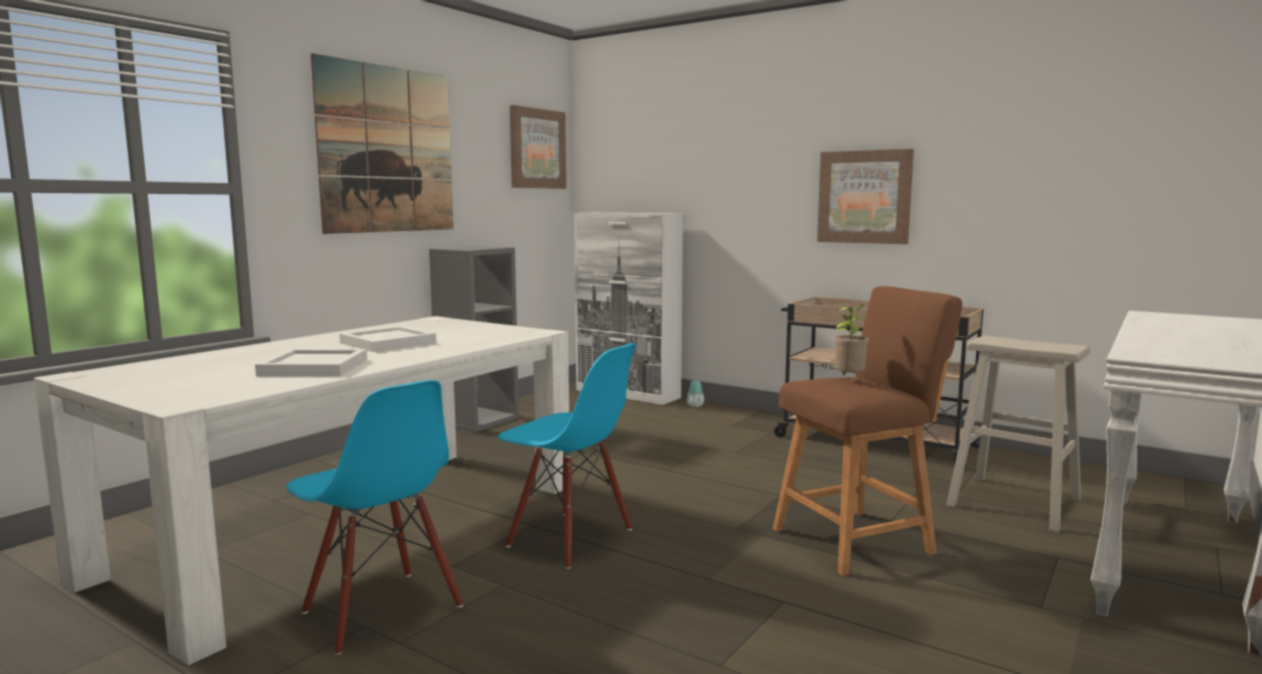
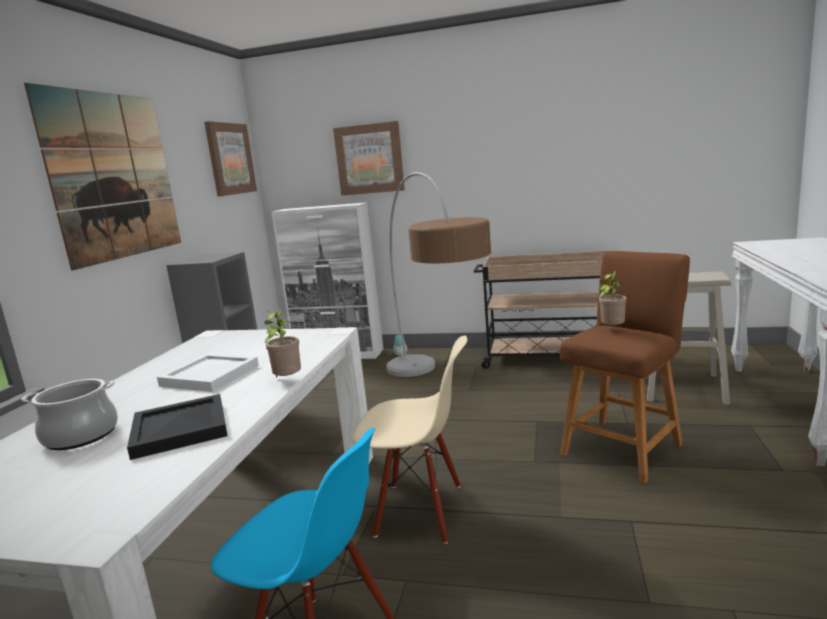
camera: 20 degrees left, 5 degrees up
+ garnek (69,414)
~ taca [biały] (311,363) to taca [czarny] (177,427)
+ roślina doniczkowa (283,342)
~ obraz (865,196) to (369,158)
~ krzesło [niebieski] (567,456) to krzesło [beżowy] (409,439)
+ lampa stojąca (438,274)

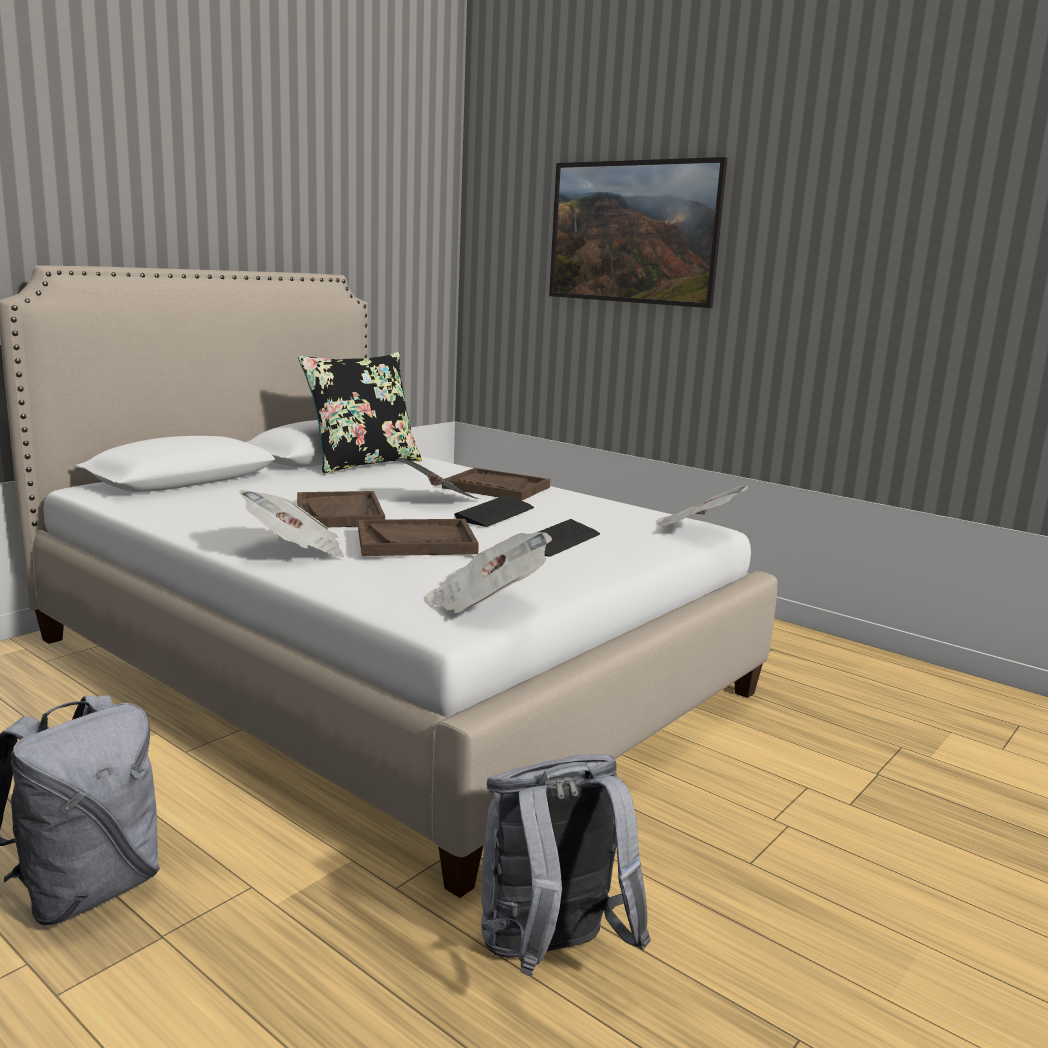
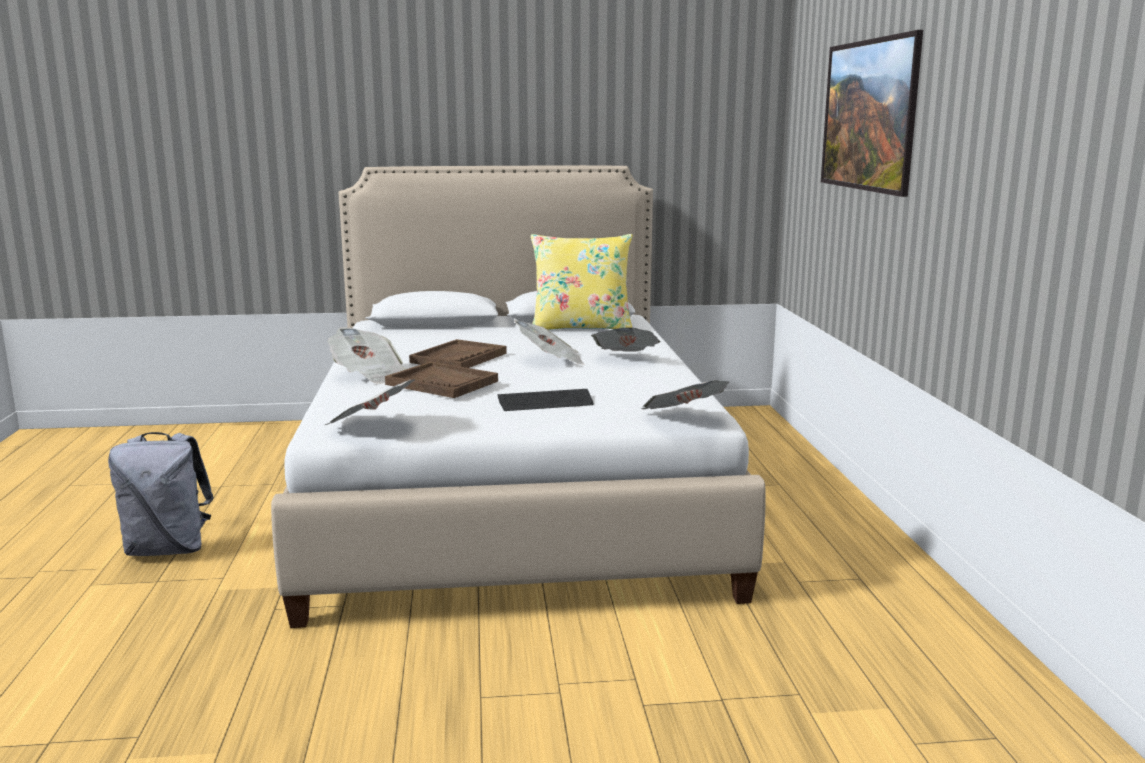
camera: 45 degrees right, 0 degrees up
~ poduszka [czarny] (360,413) to poduszka [żółty] (582,282)
~ taca [brązowy] (496,484) to gazeta (625,339)
- klawiatura (494,511)
- plecak [szary] (566,865)

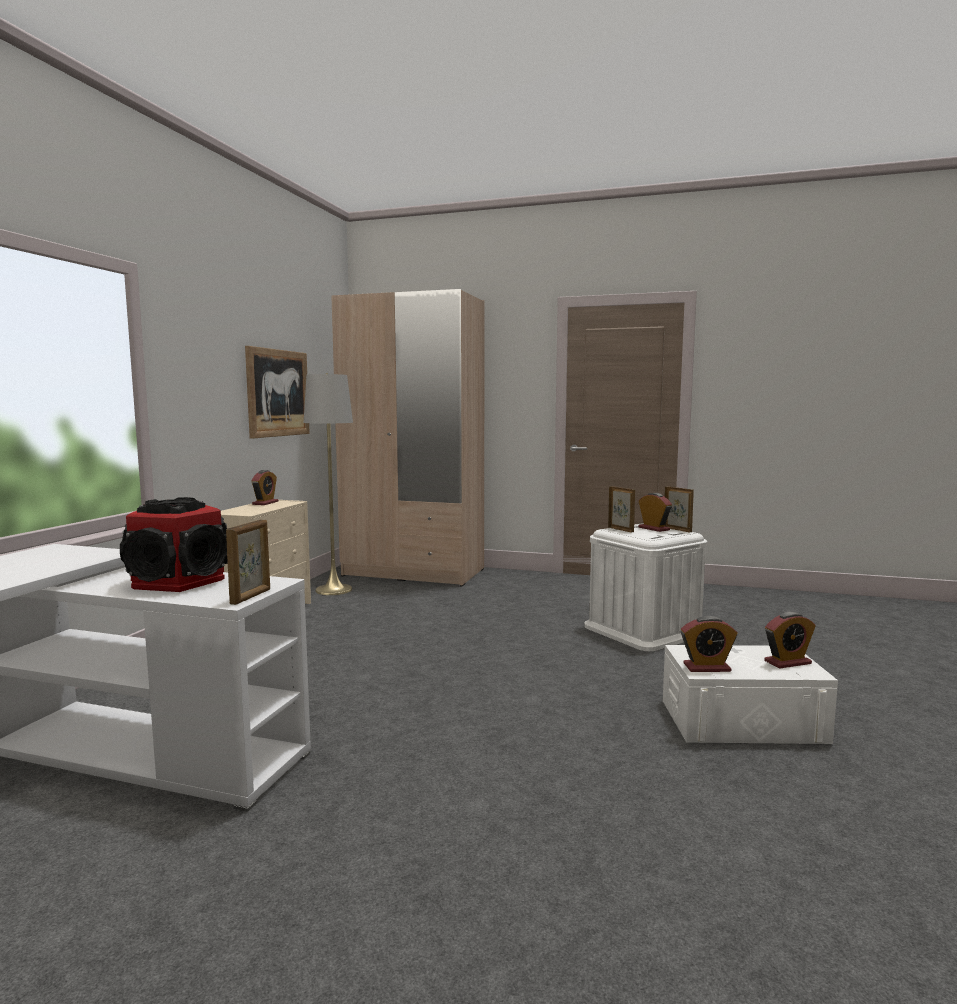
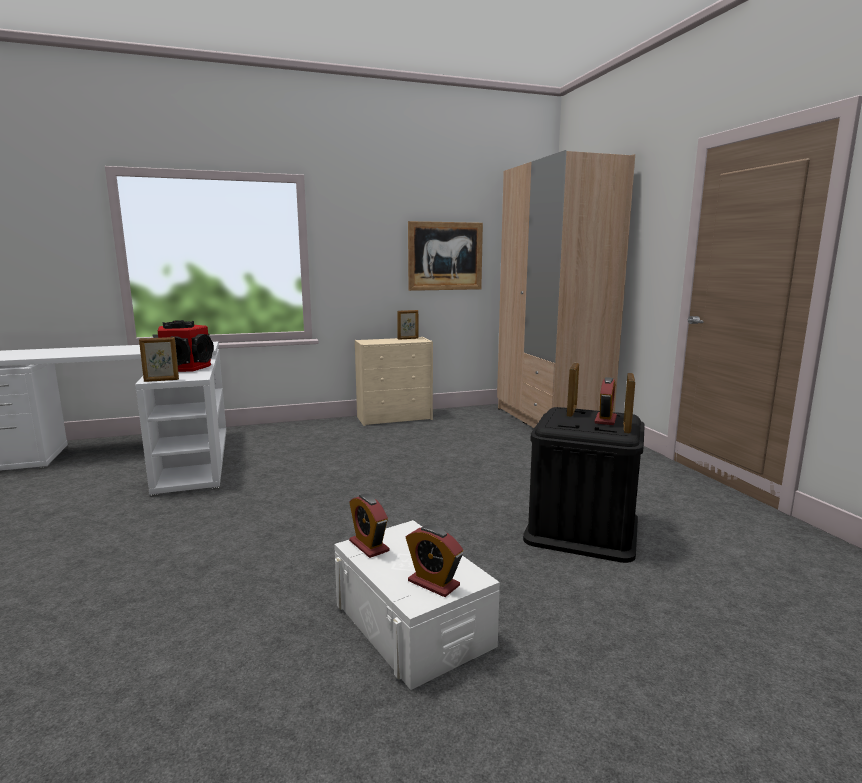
camera: 55 degrees right, 5 degrees up
~ budzik (264,487) to ramka na zdjęcie (407,325)
~ pojemnik do przechowywania [biały] (645,587) to pojemnik do przechowywania [czarny] (584,485)
- lampa stojąca [szary] (328,484)

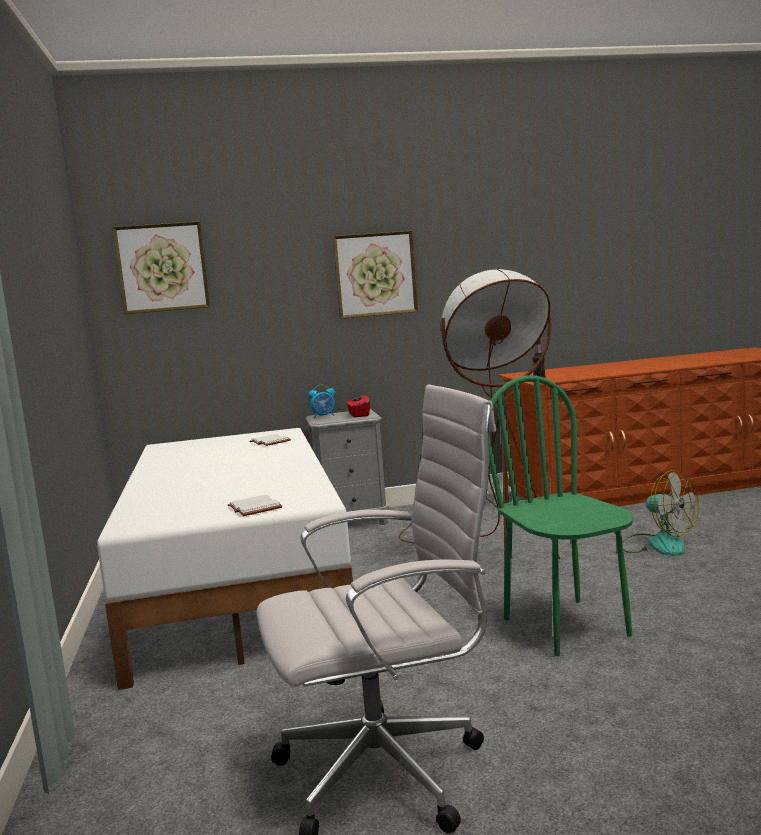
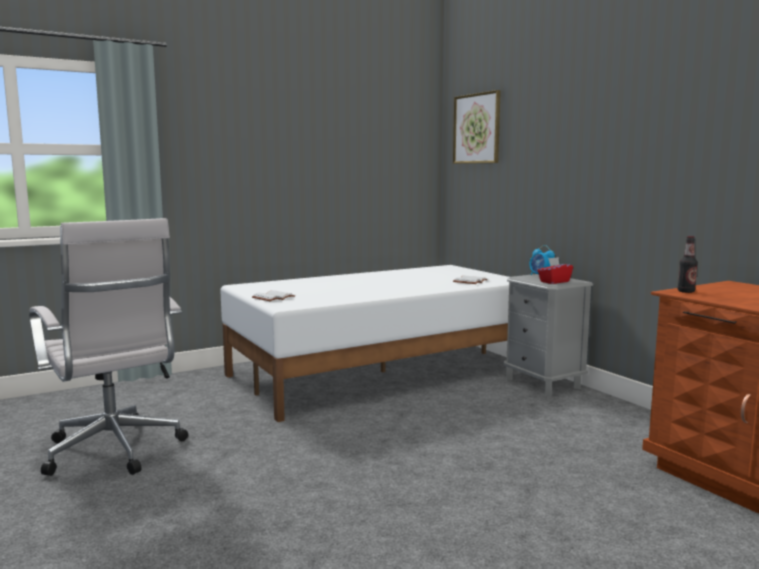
camera: 70 degrees right, 0 degrees up
- obraz (375,275)
- lampa stojąca [brązowy] (479,414)
- krzesło [zielony] (560,516)
- wentylator (660,513)

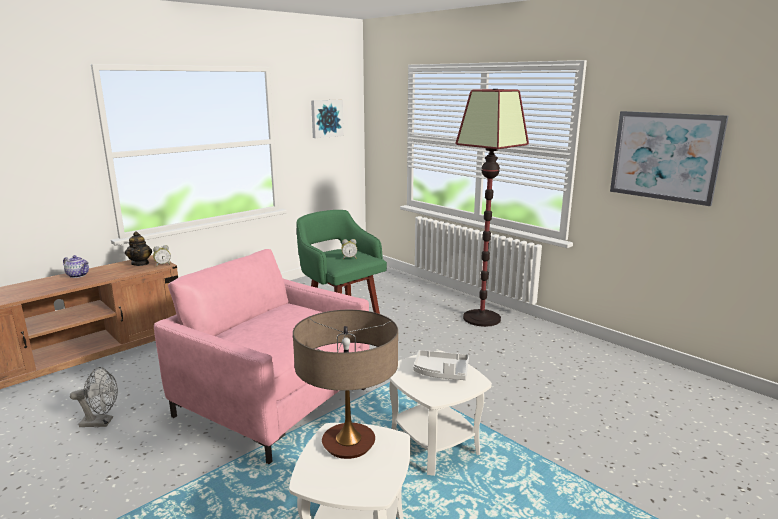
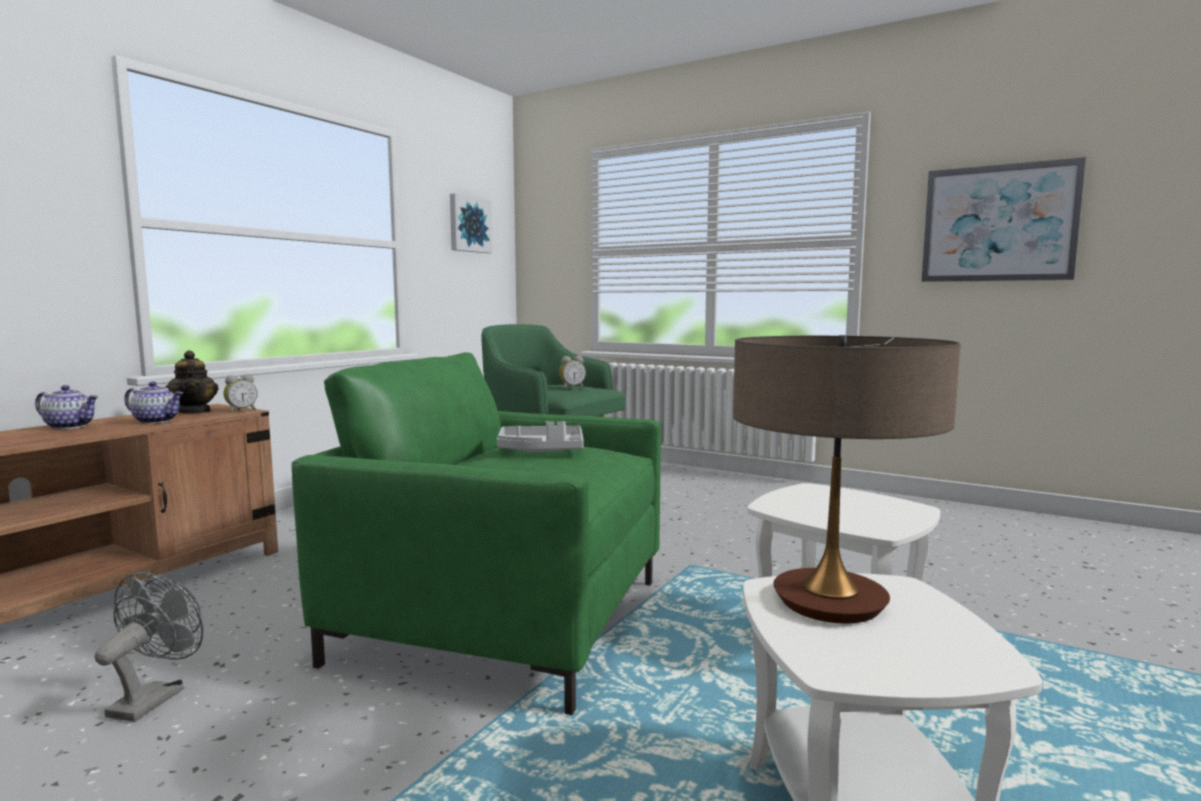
camera: 15 degrees left, 10 degrees down
~ wentylator [szary] (94,397) = (149,647) 60 degrees counterclockwise
+ imbryk (153,403)
~ fotel [różowy] (261,356) to fotel [zielony] (476,533)
~ taca [szary] (441,365) to (540,436)
- lampa stojąca (492,208)

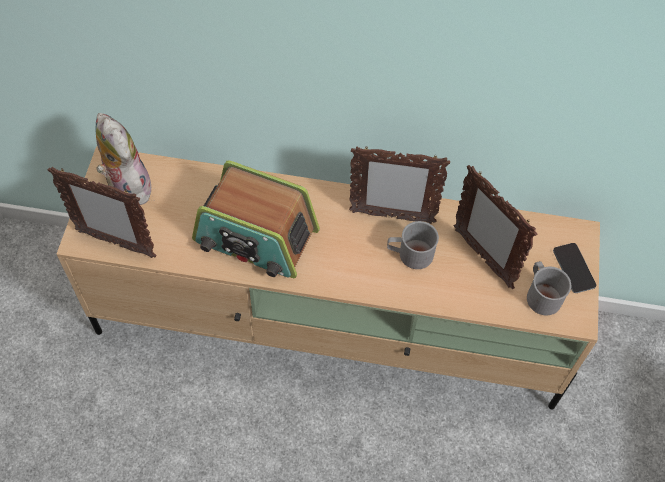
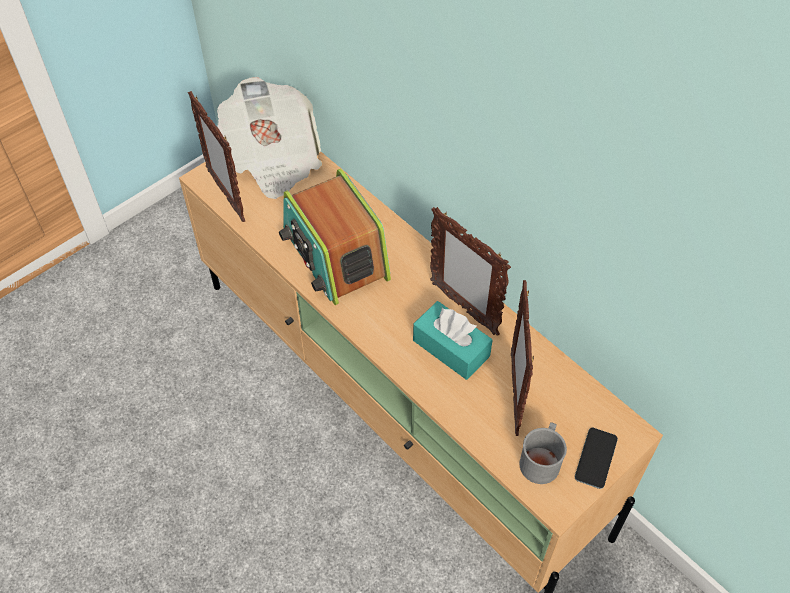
camera: 40 degrees right, 5 degrees down
~ pluszak (123,159) to gazeta (269,138)
~ kubek [szary] (413,245) to pudełko chusteczek [turkusowy] (453,340)

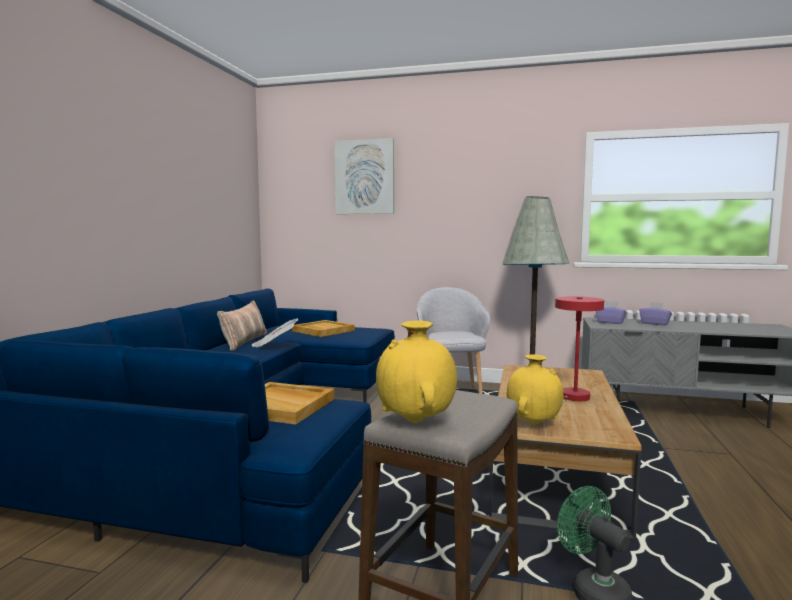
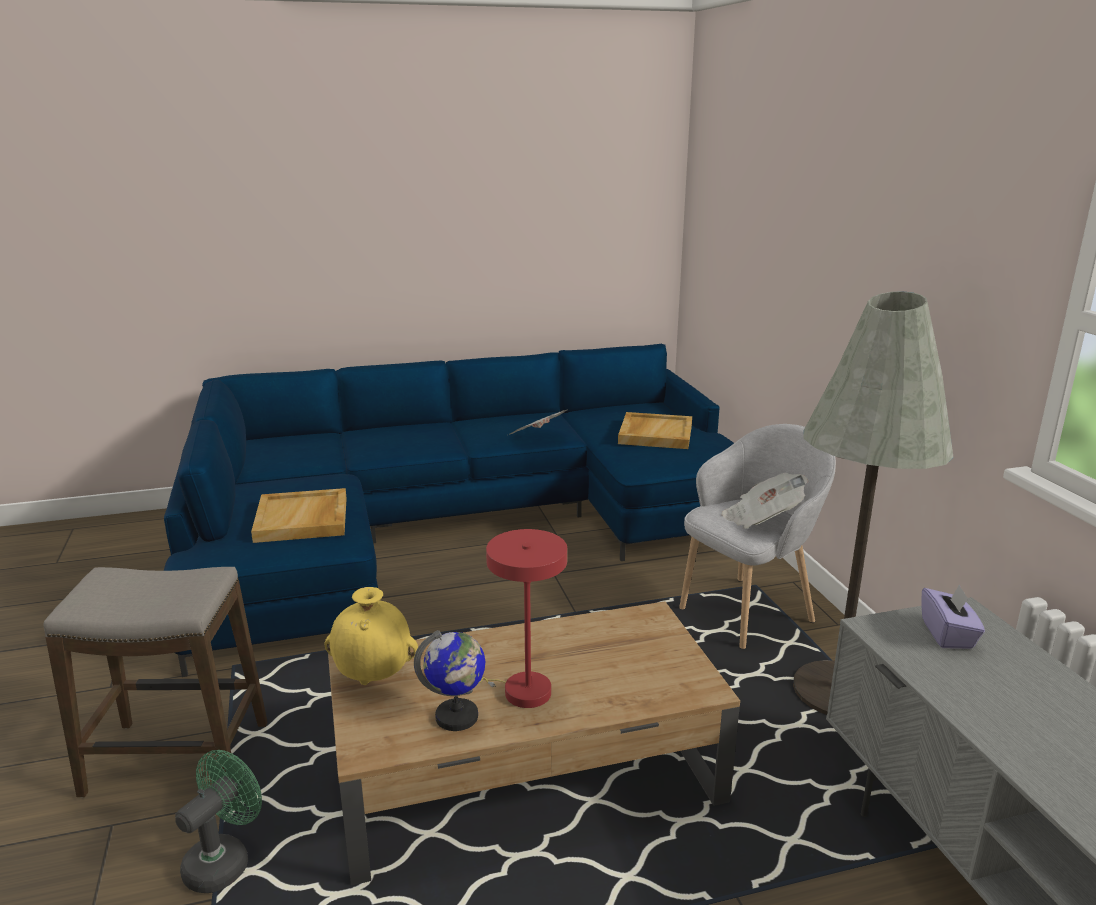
camera: 60 degrees right, 15 degrees up
+ globus (449,680)
+ gazeta (765,500)
- poduszka (242,326)
- obraz (364,176)
- wazon [żółty] (416,372)
- pudełko chusteczek [fioletowy] (655,313)

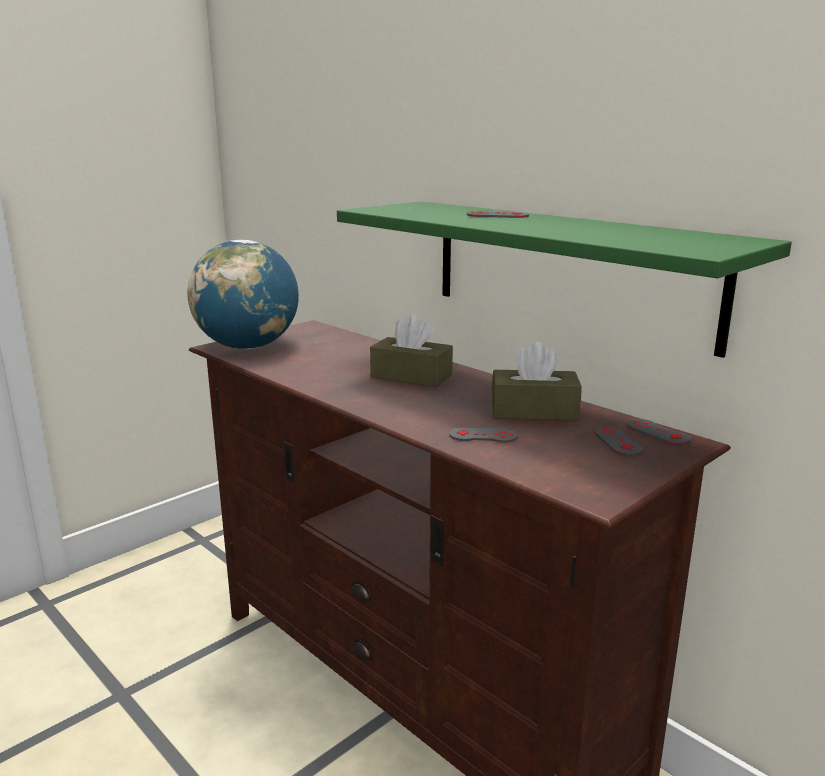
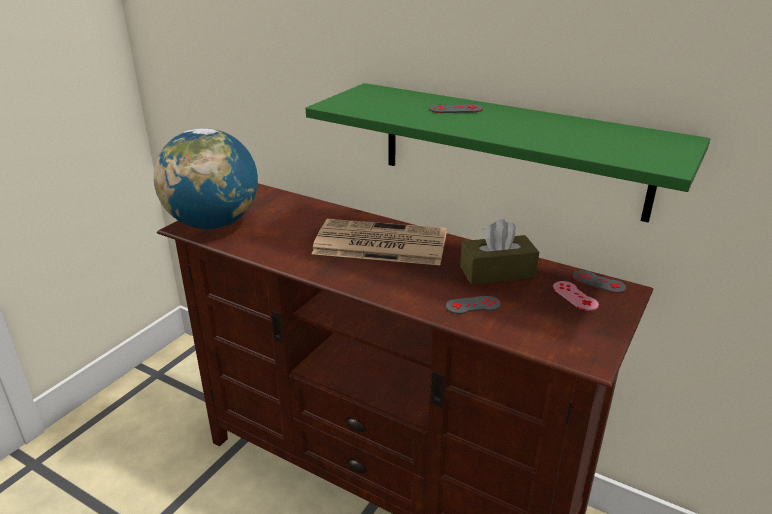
camera: 15 degrees left, 10 degrees up
~ pudełko chusteczek [brązowy] (411,351) to gazeta (379,242)
~ pad do gier [szary] (618,441) to pad do gier [różowy] (576,296)

